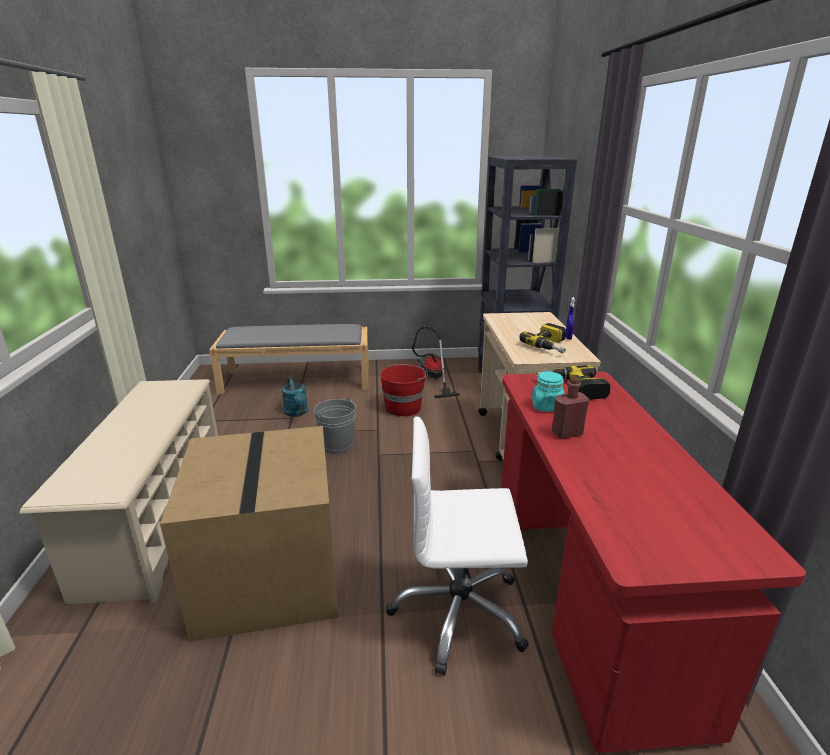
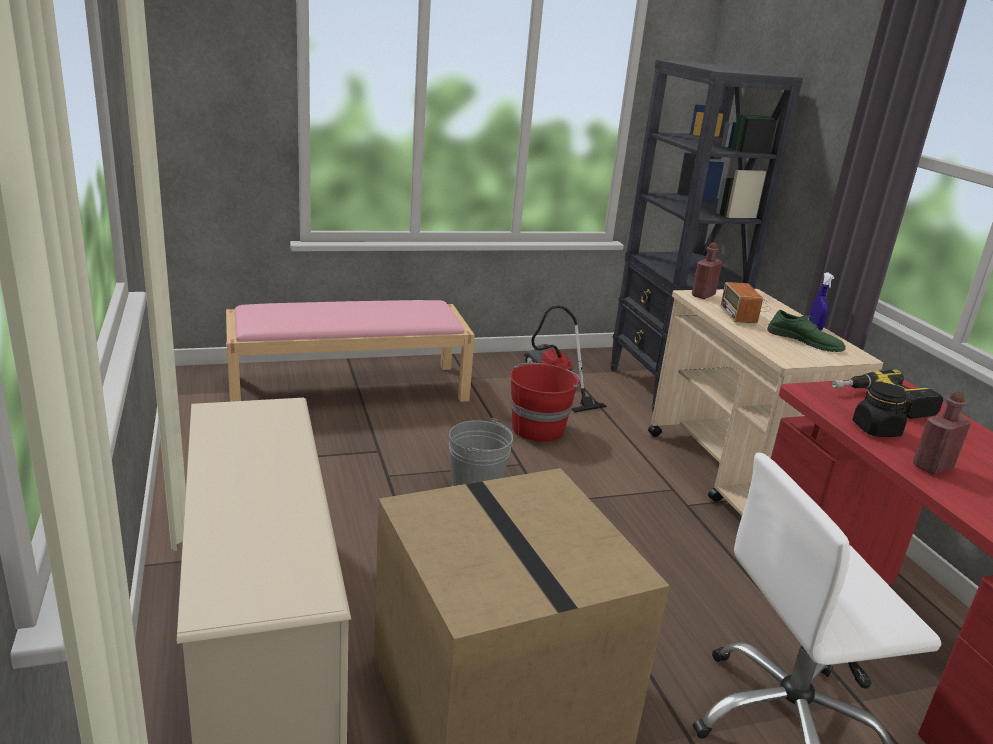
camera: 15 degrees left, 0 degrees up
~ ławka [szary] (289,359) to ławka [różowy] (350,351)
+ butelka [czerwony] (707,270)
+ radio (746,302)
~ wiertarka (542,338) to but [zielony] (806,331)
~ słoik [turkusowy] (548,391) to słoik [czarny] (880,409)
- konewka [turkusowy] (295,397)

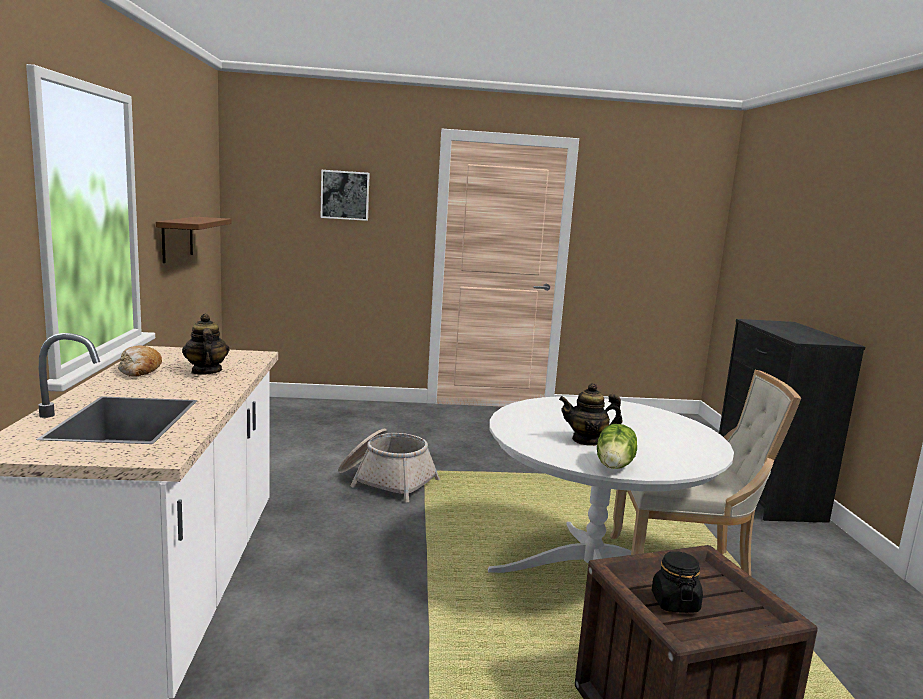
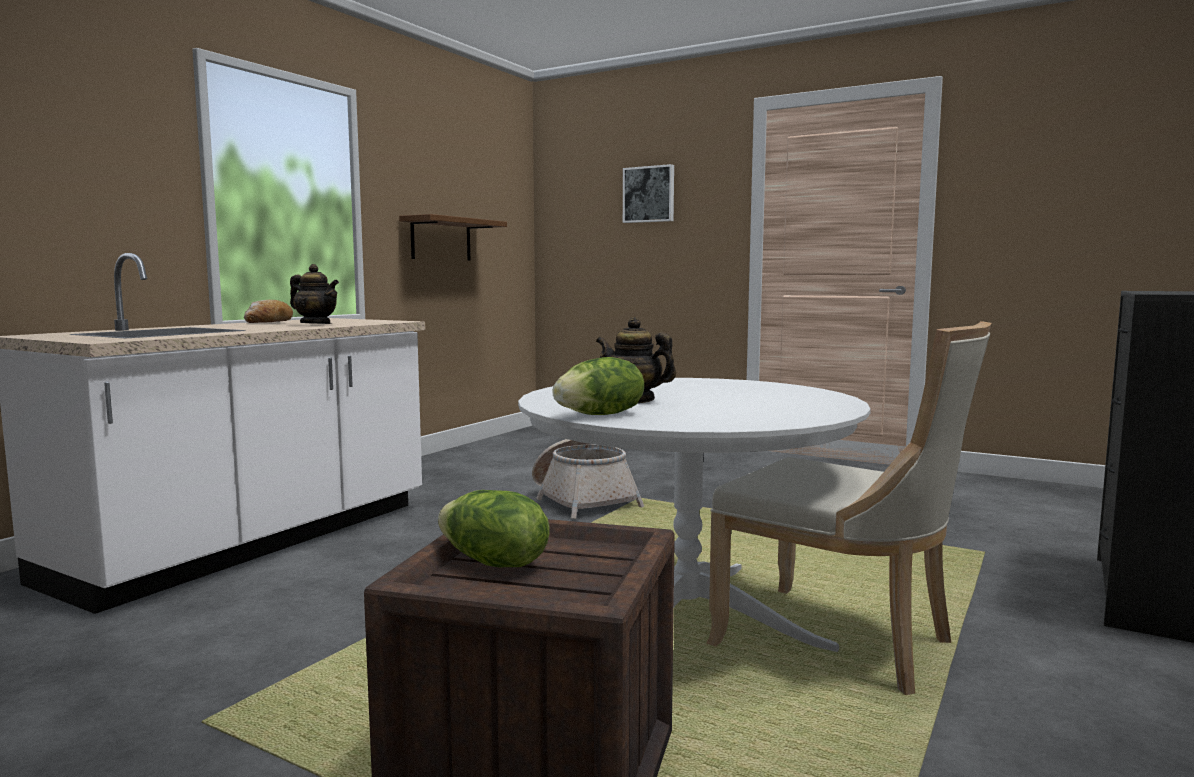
camera: 35 degrees right, 5 degrees down
~ imbryk (206,344) = (314,294) 105 degrees clockwise
~ słoik [czarny] (677,582) to sałata (493,528)

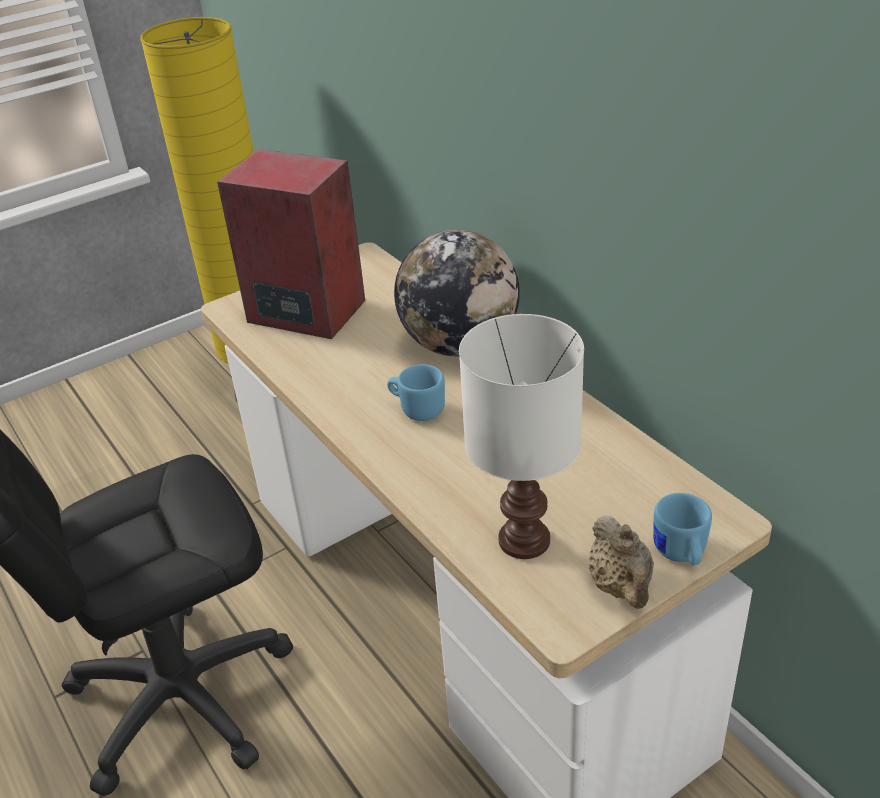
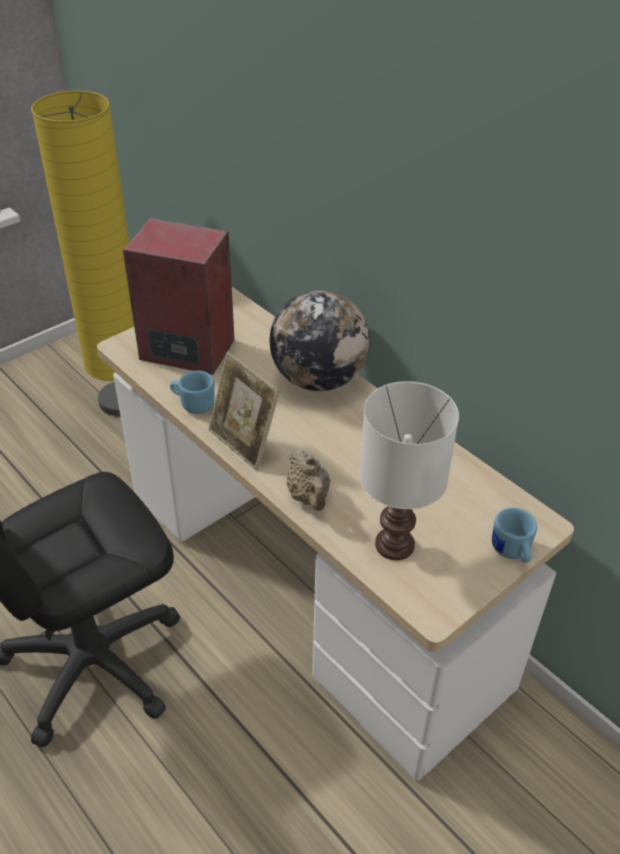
camera: 10 degrees left, 5 degrees up
~ kubek [niebieski] (416,392) to (192,392)
+ ramka na zdjęcie (244,411)
~ imbryk [beżowy] (621,562) to (308,480)

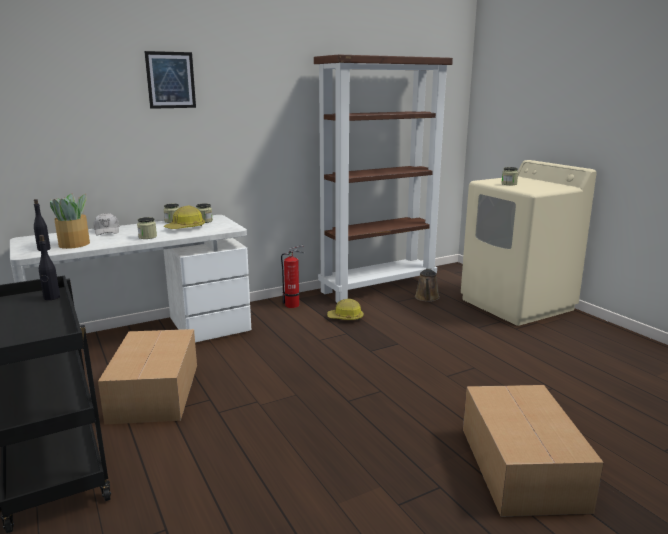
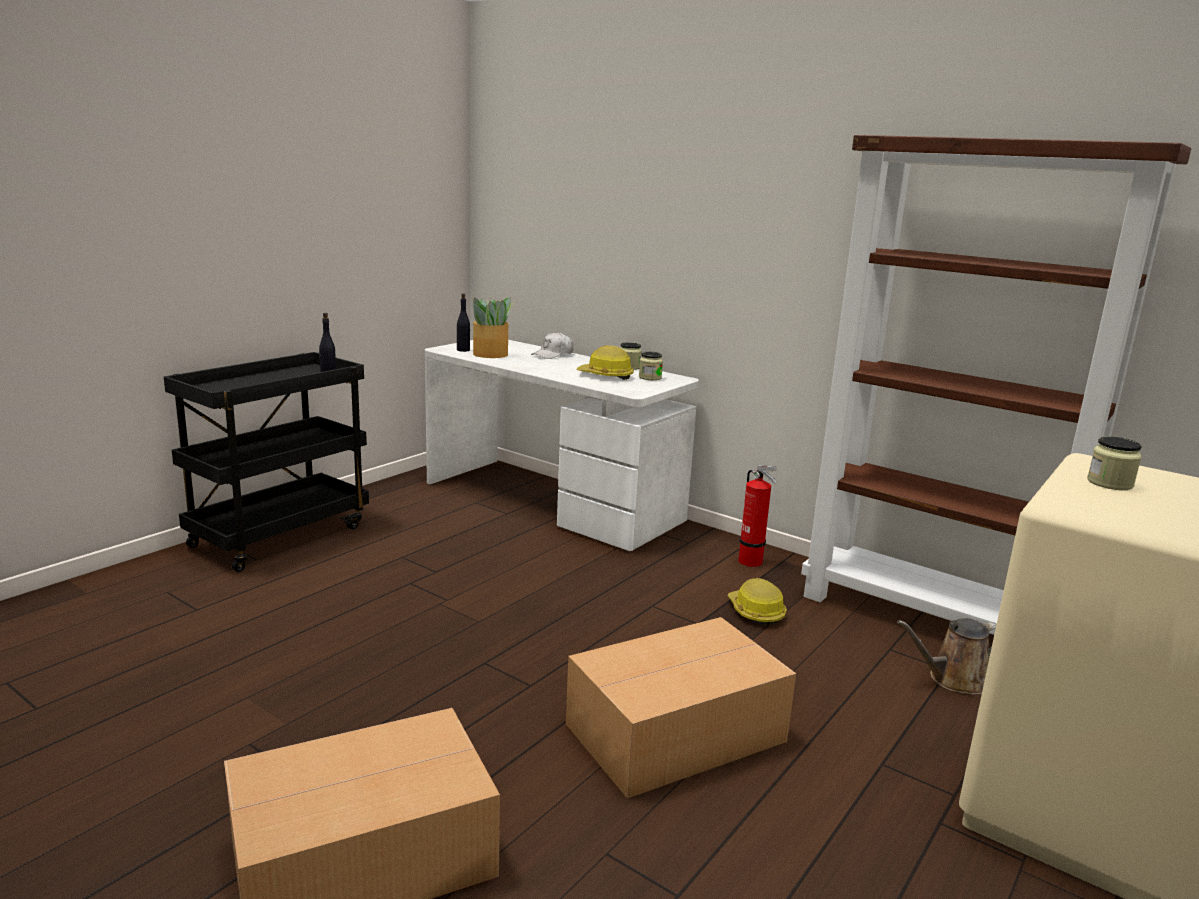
camera: 65 degrees right, 0 degrees up
~ karton (147,377) to (681,708)
- słoik (147,228)
- obraz (170,80)

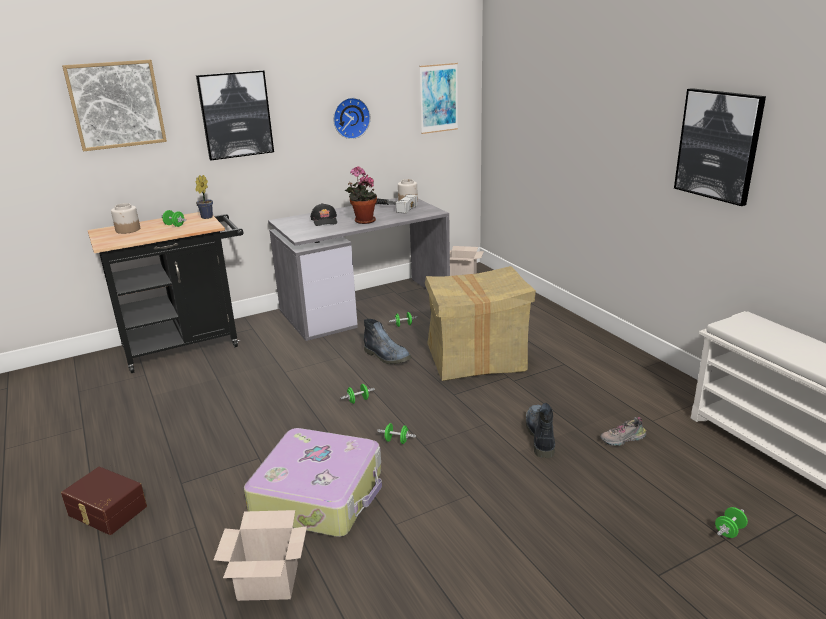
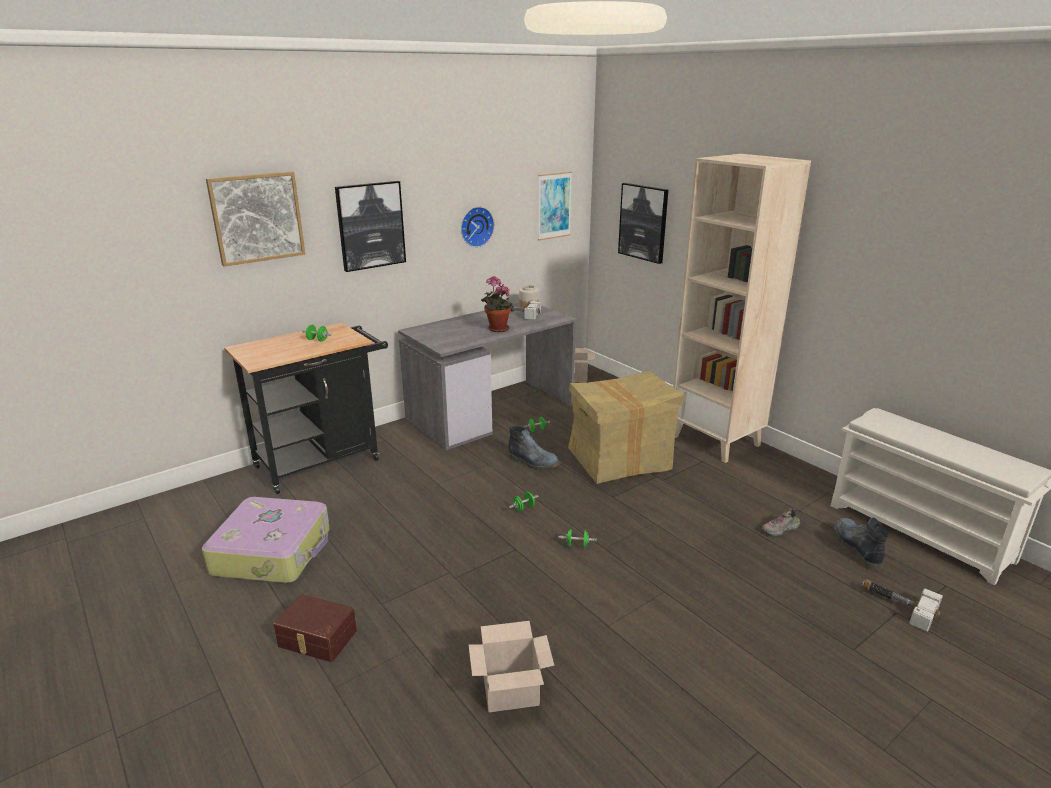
camera: 10 degrees left, 0 degrees up
~ walizka (313,482) to (266,540)
~ obraz (720,147) to (643,223)
+ regał [beżowy] (742,308)
~ but z cholewką (540,430) to (860,544)
~ hantel [zielony] (731,522) to młotek (902,606)
- słoik (125,218)
- roślina doniczkowa (204,197)
- czapka z daszkiem [czarny] (323,214)

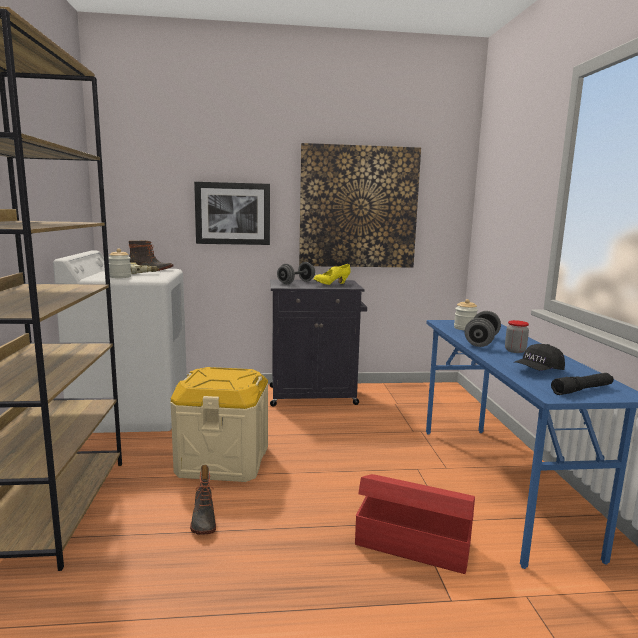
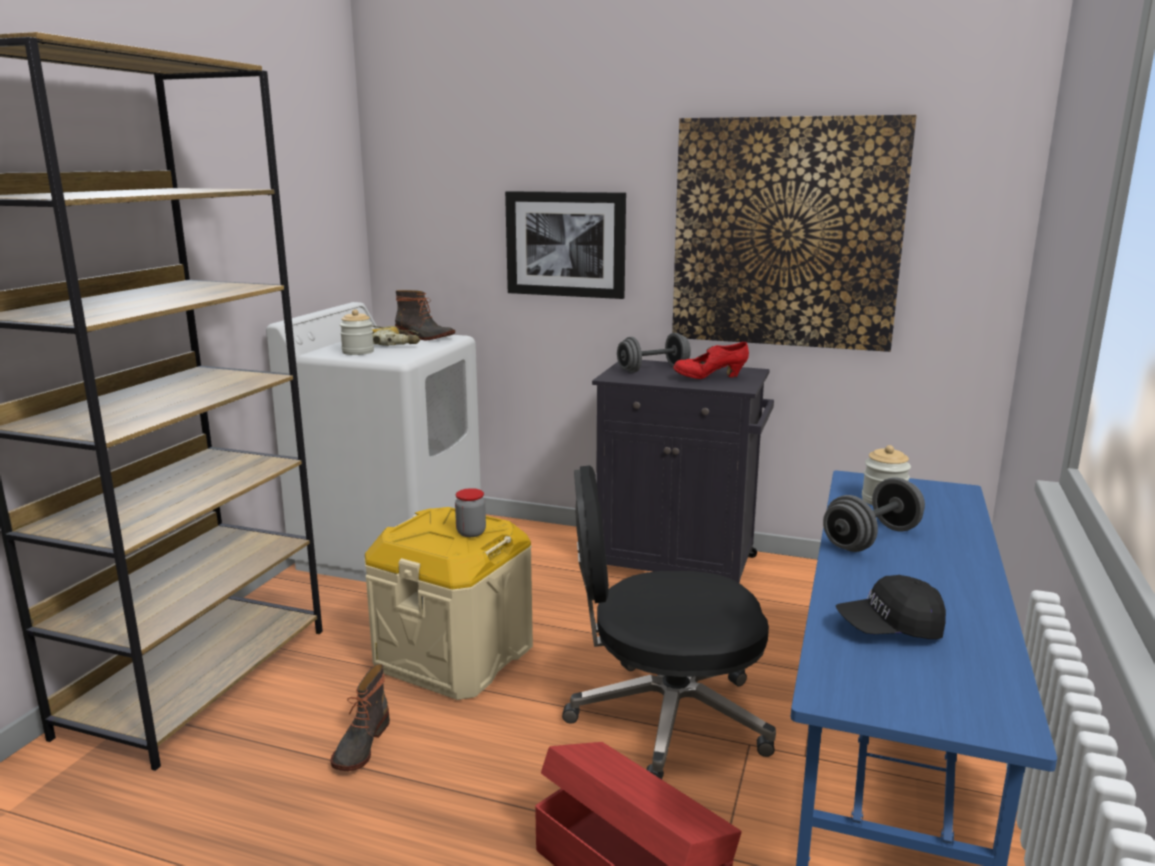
camera: 25 degrees right, 5 degrees up
~ słoik (517,336) to (470,512)
+ krzesło biurowe [czarny] (669,622)
~ but [żółty] (332,274) to but [czerwony] (711,360)
- latarka [czarny] (582,384)

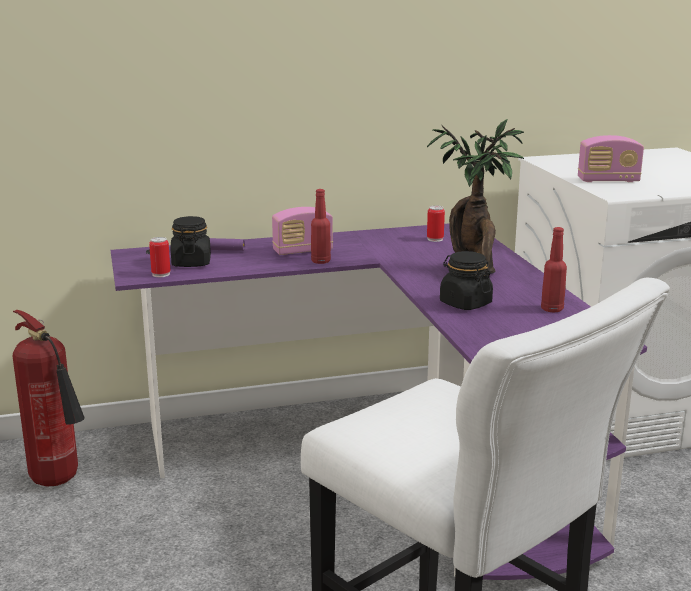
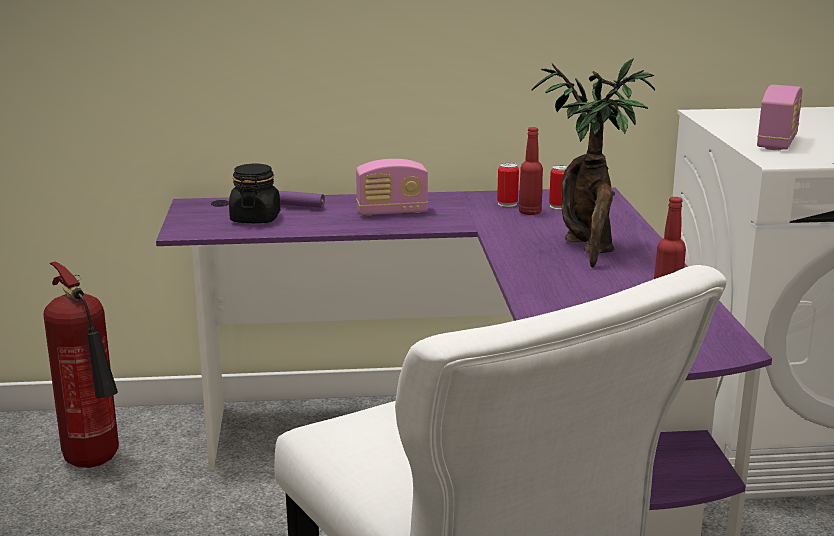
camera: 10 degrees right, 0 degrees up
~ puszka (159,257) to (508,185)
~ butelka [czerwony] (321,226) to (531,171)
~ radio (611,158) = (780,117) 75 degrees counterclockwise
- słoik [czarny] (466,280)

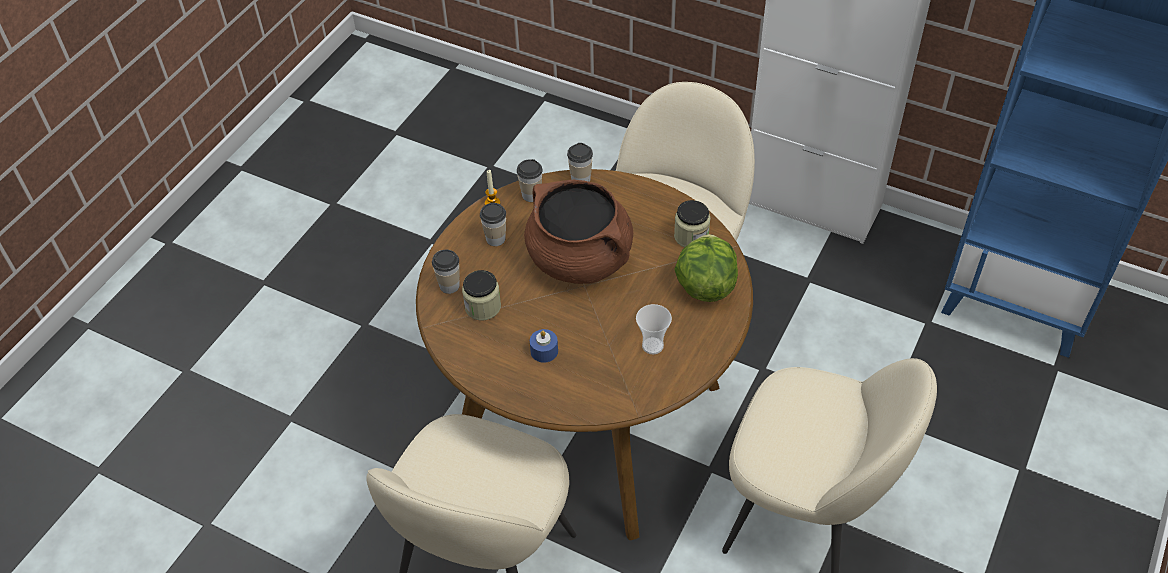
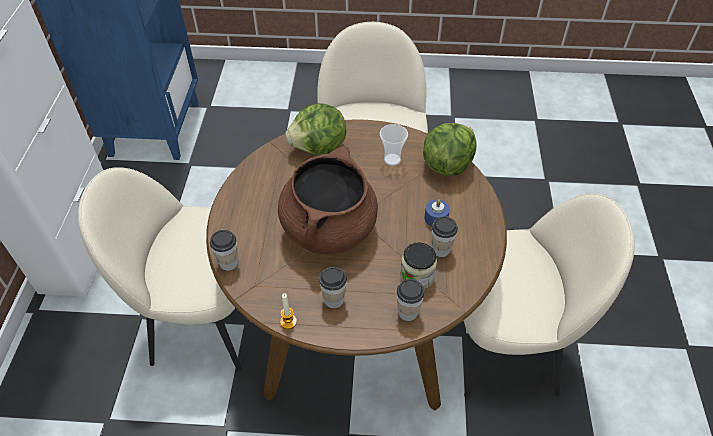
camera: 115 degrees left, 0 degrees up
+ sałata (450,149)
~ filiżanka (529,180) to (445,236)
- słoik (692,223)

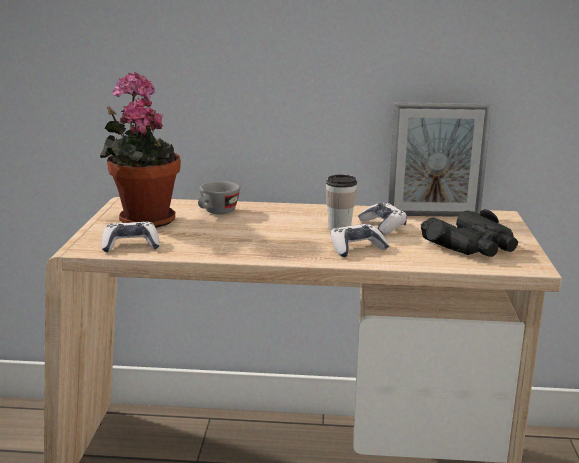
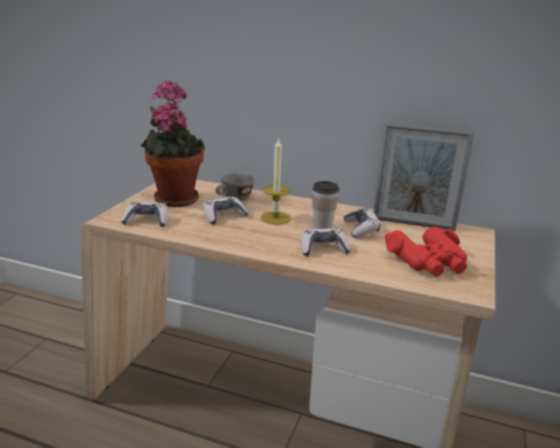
camera: 15 degrees right, 5 degrees up
+ pad do gier (226,210)
+ świeca (276,181)
~ lornetka [czarny] (469,233) to lornetka [czerwony] (426,251)

